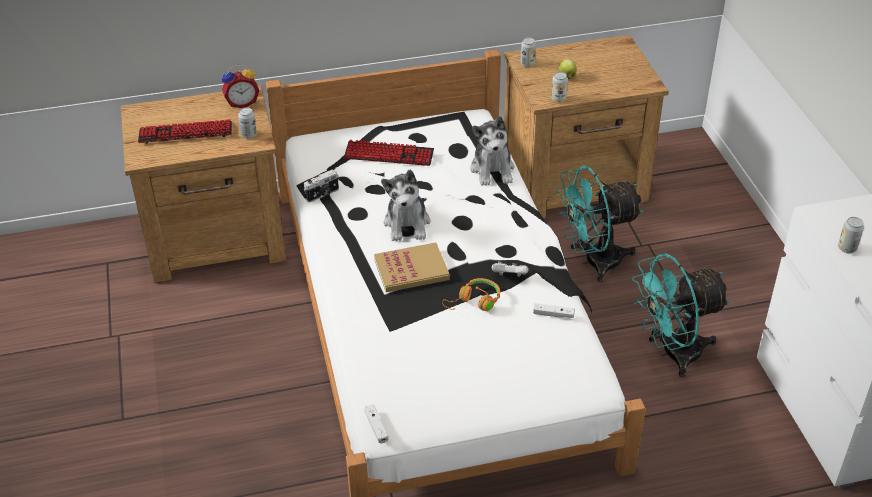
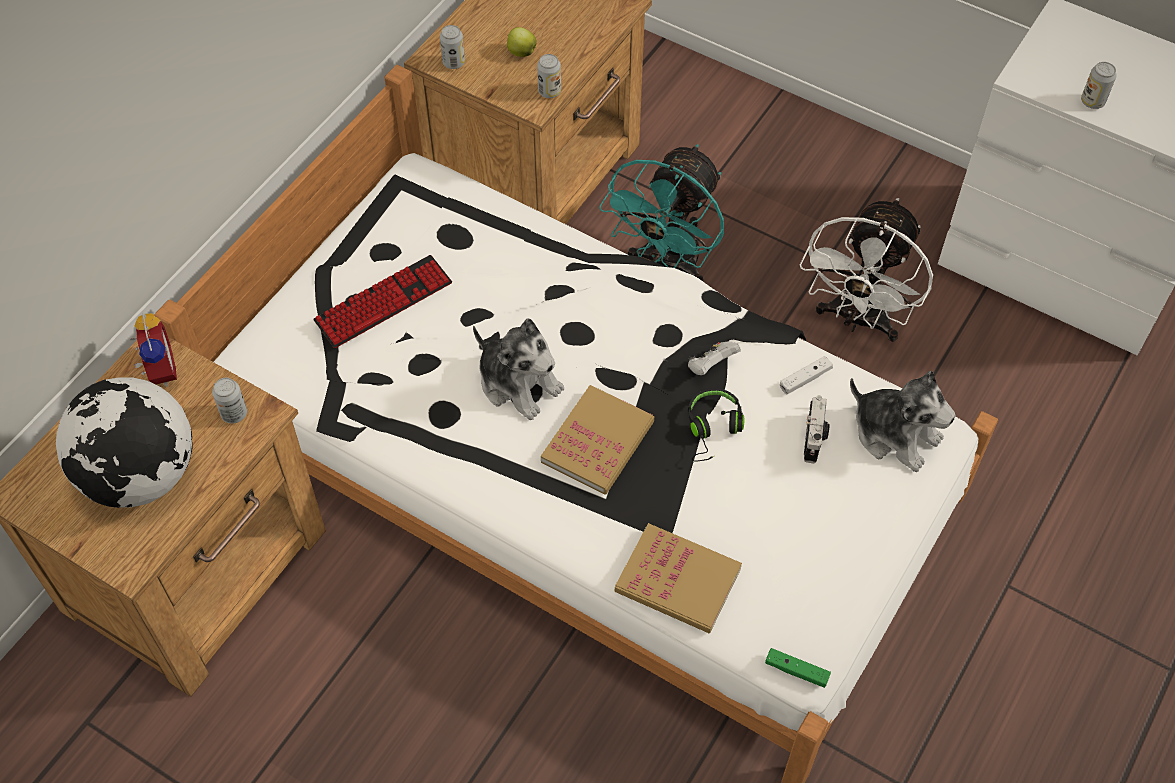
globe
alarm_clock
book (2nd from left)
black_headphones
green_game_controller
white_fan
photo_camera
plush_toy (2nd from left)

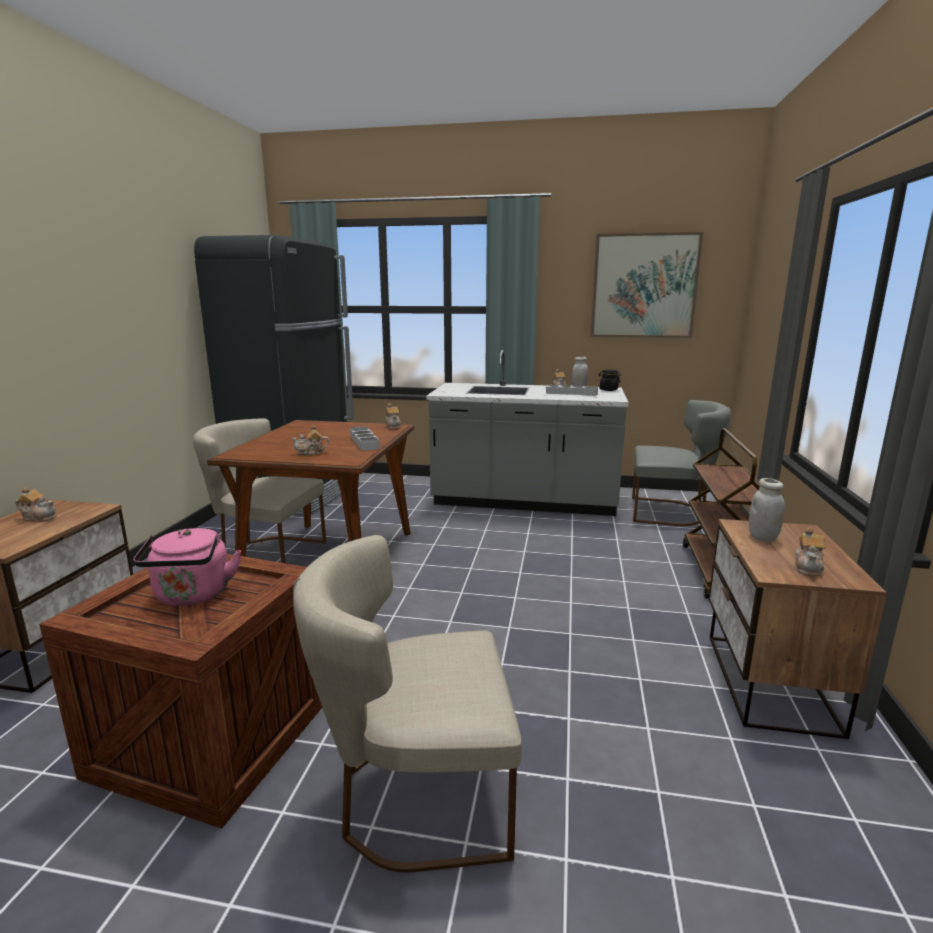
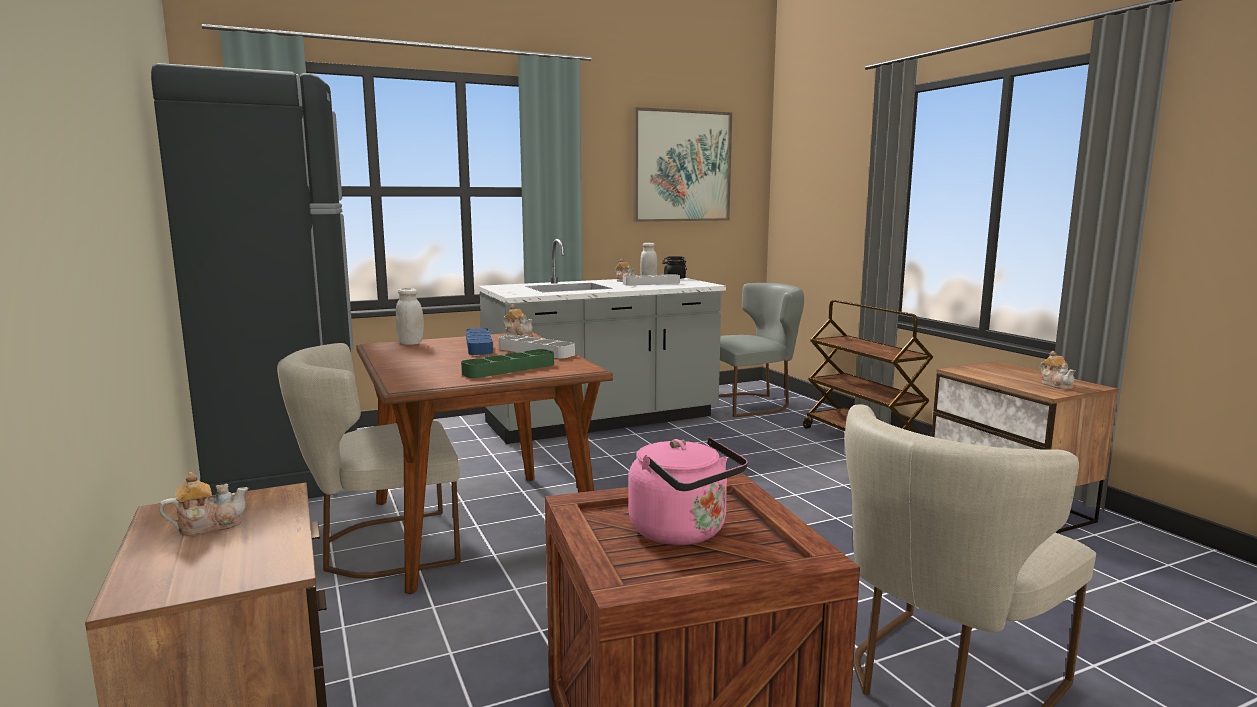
white_jar (1st from left)
green_tray
blue_tray

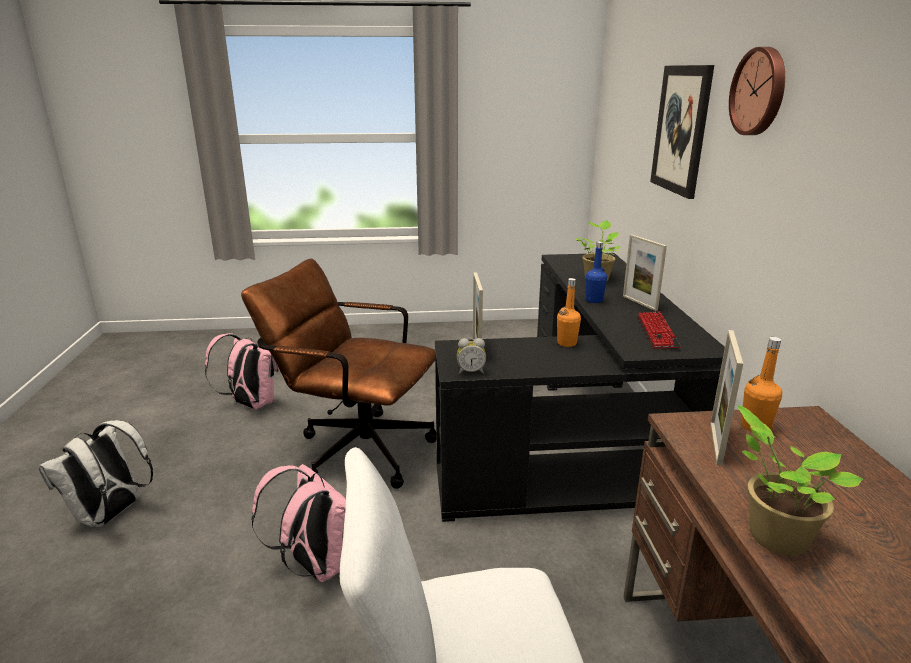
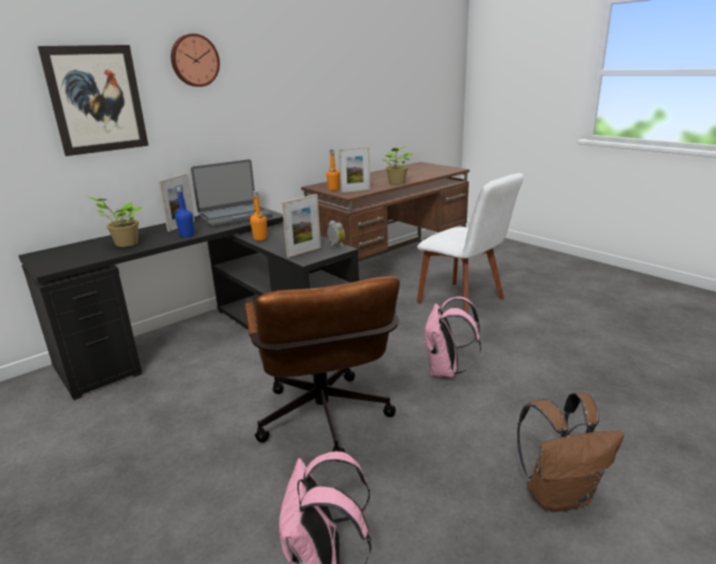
laptop
brown_backpack

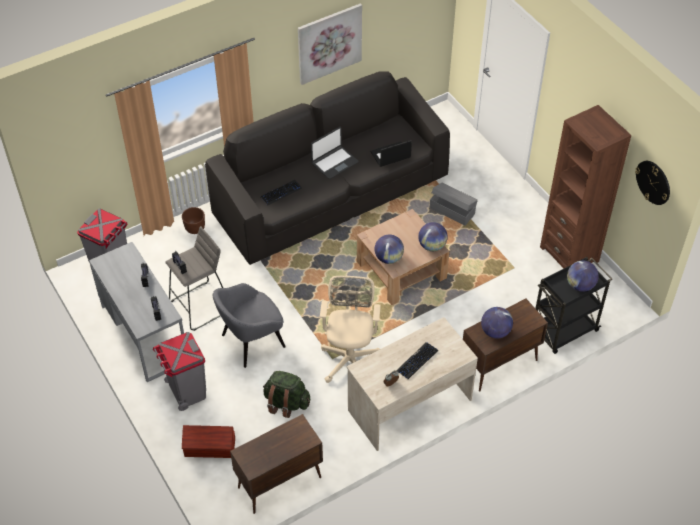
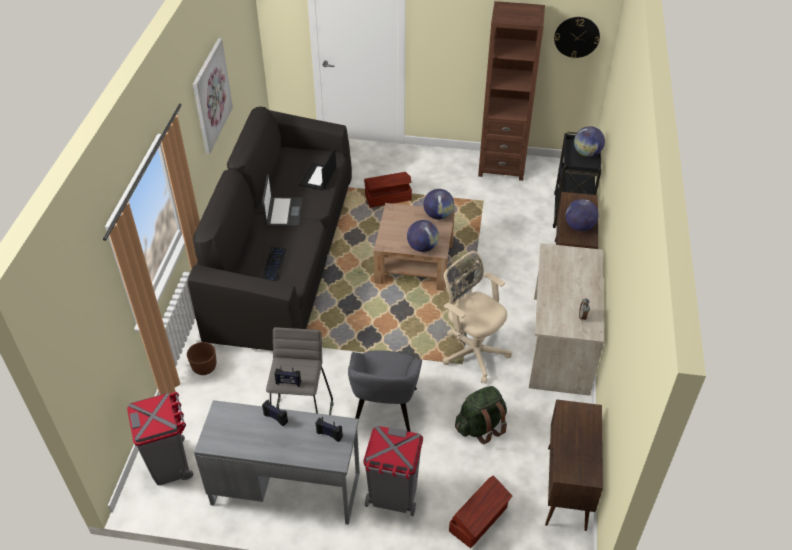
brown_storage_box (1st from left)
keyboard (2nd from left in the first image)

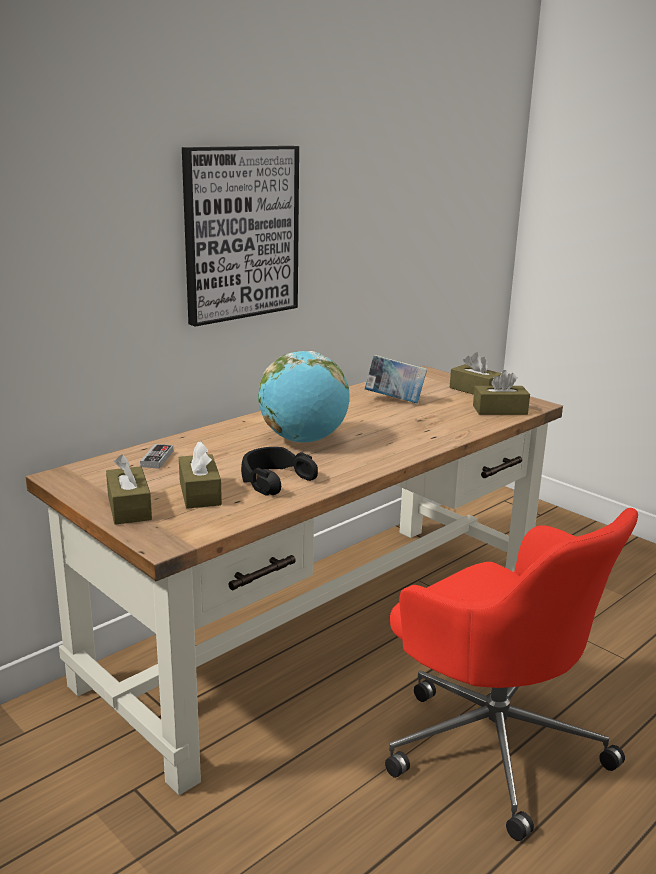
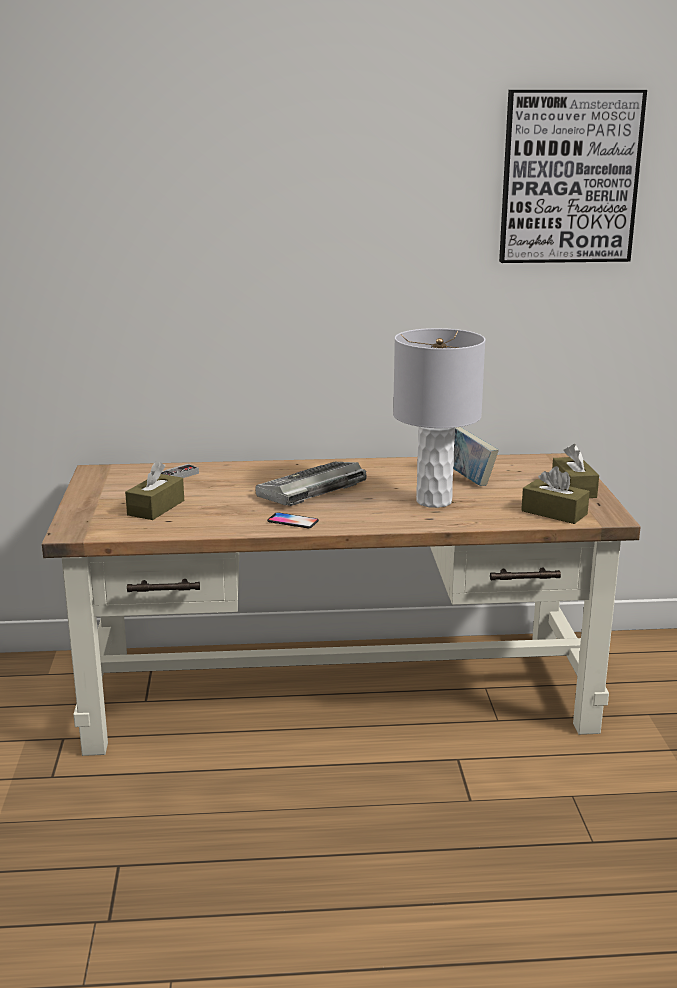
keyboard
phone
grey_table_lamp
picture
brown_tissue_box (1st from left in the first image)
black_headphones
red_office_chair

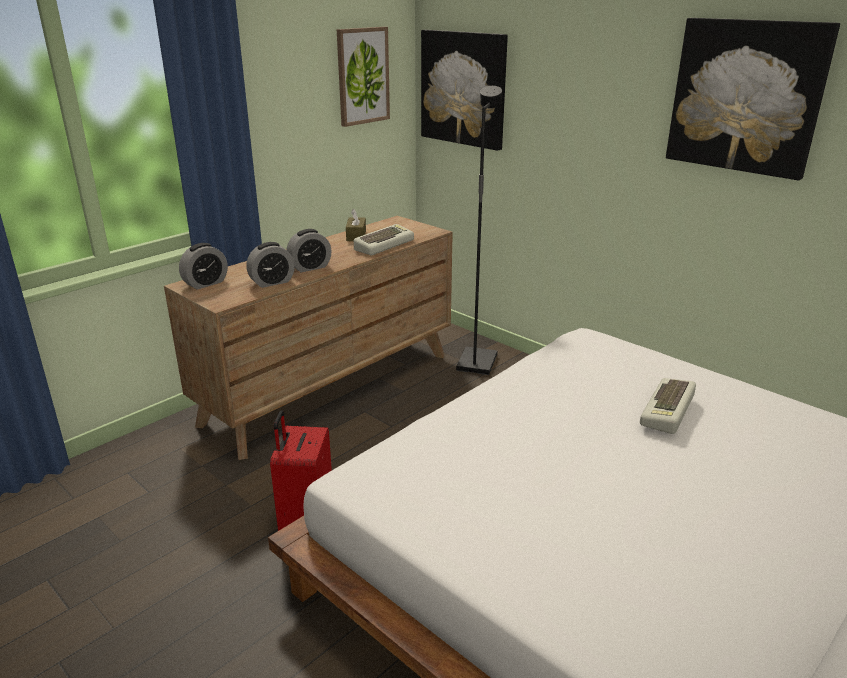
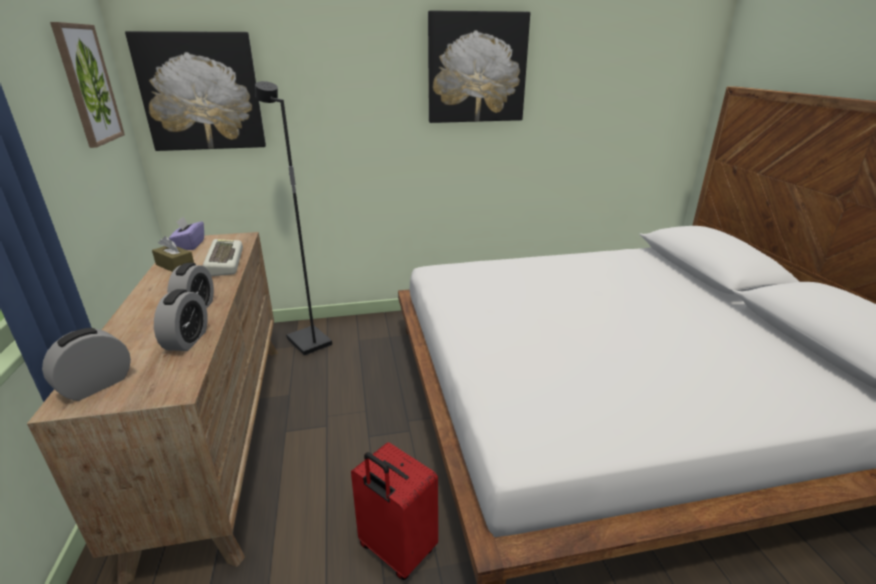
alarm_clock (1st from left)
purple_tissue_box
keyboard (2nd from left in the first image)

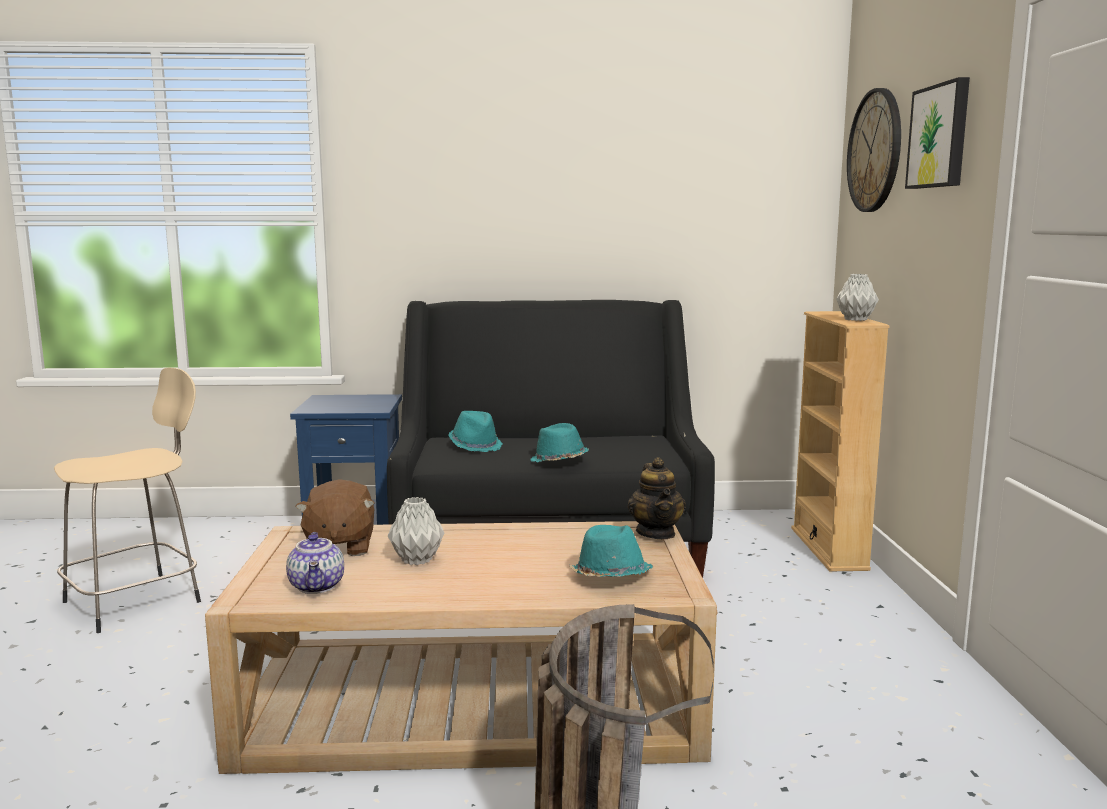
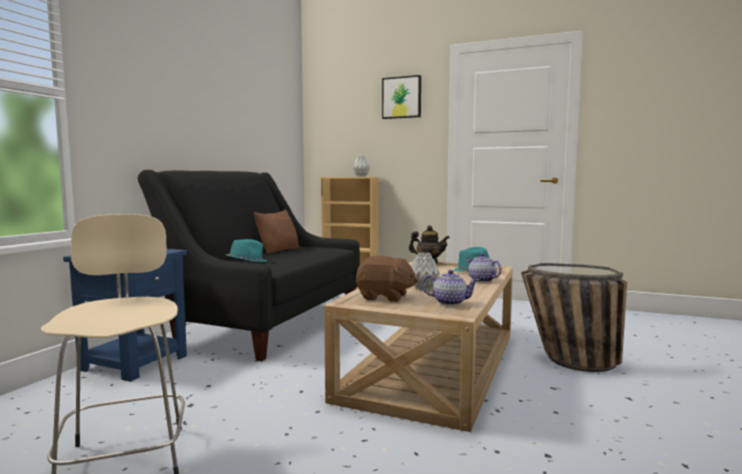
brown_pillow
teapot (3rd from left)
turquoise_hat (2nd from left in the first image)
wall_clock

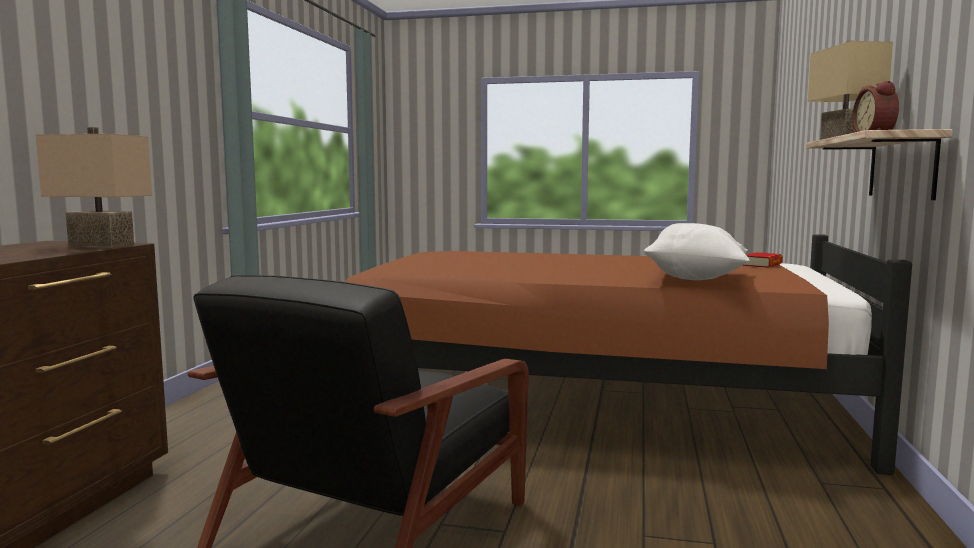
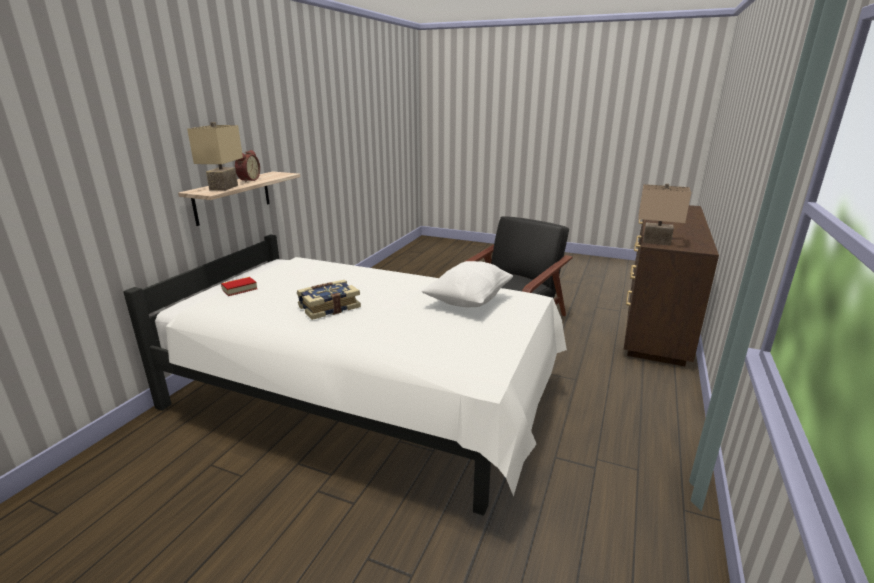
white_bed
book (2nd from left)
white_pillow

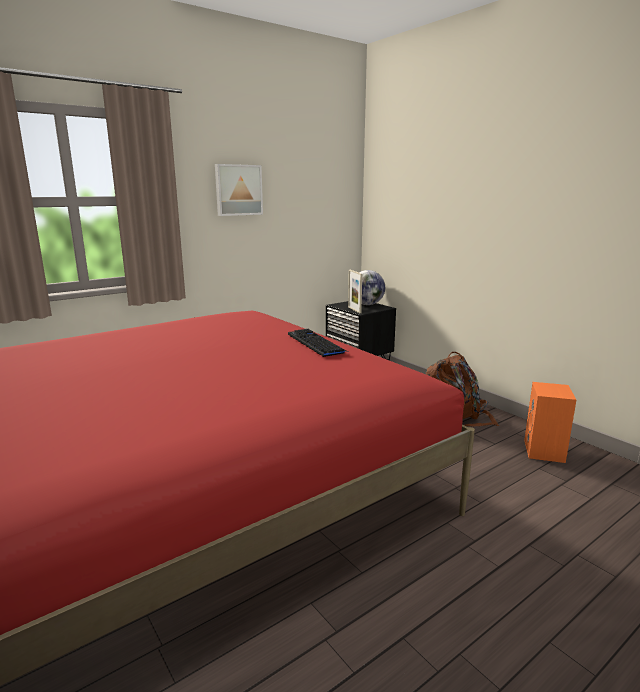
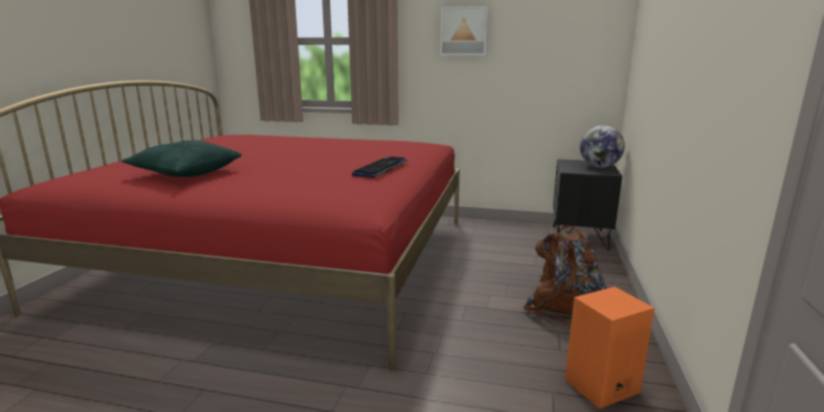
green_pillow
picture_frame

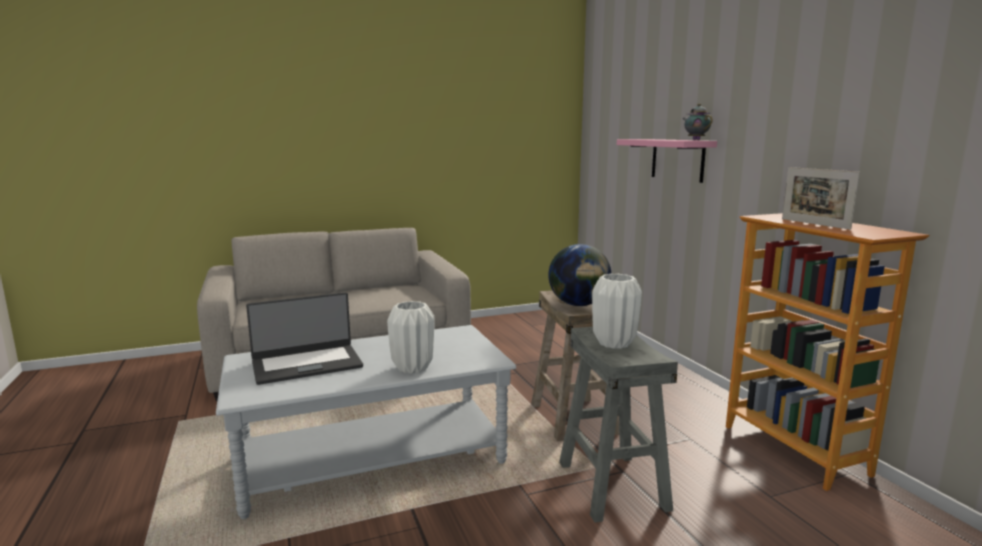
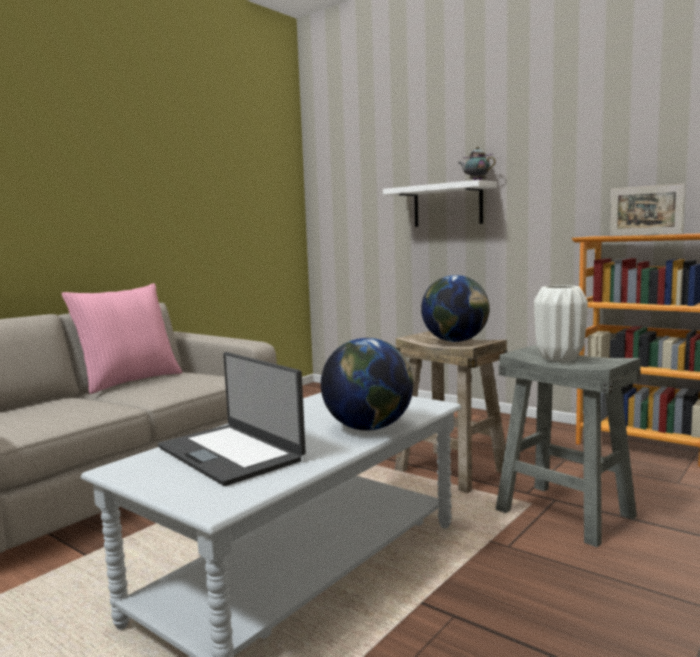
pink_pillow
laptop
globe (1st from left)
white_shelf

